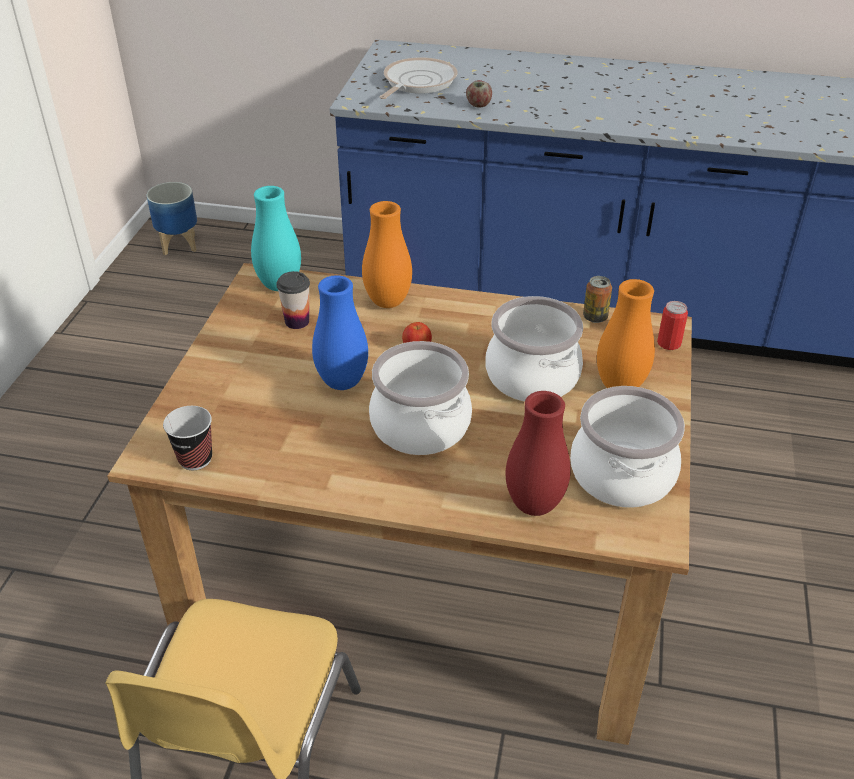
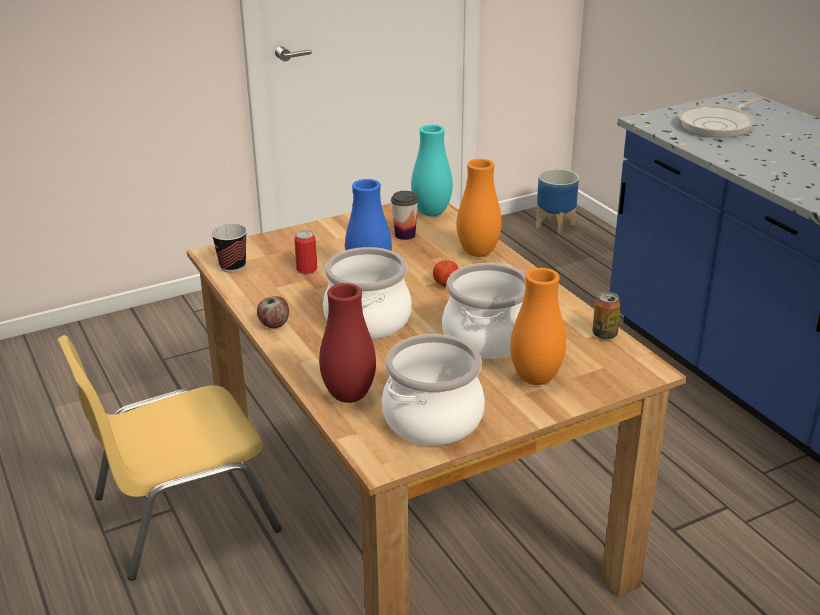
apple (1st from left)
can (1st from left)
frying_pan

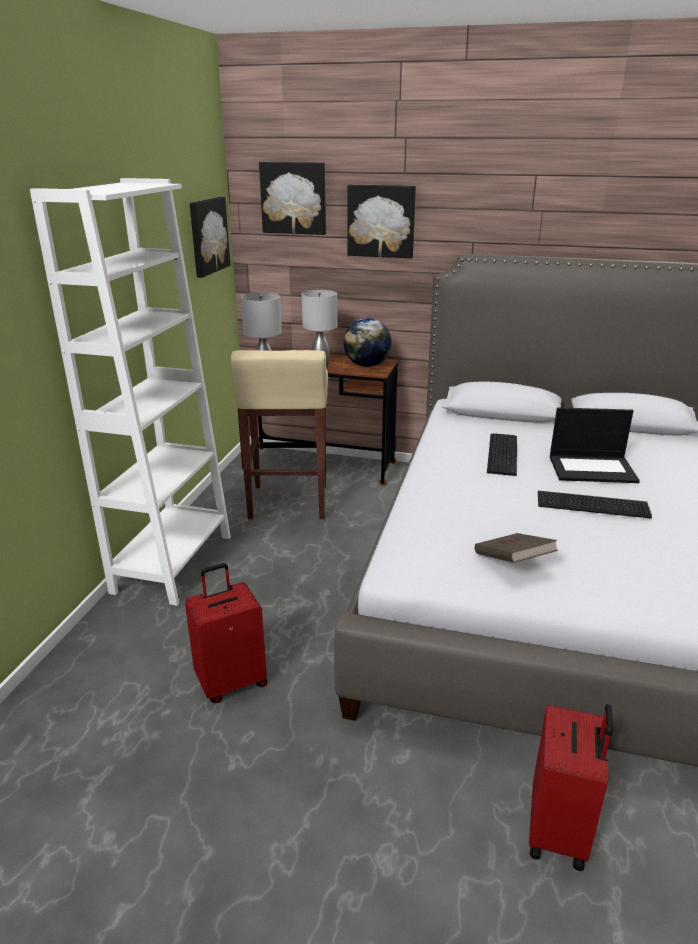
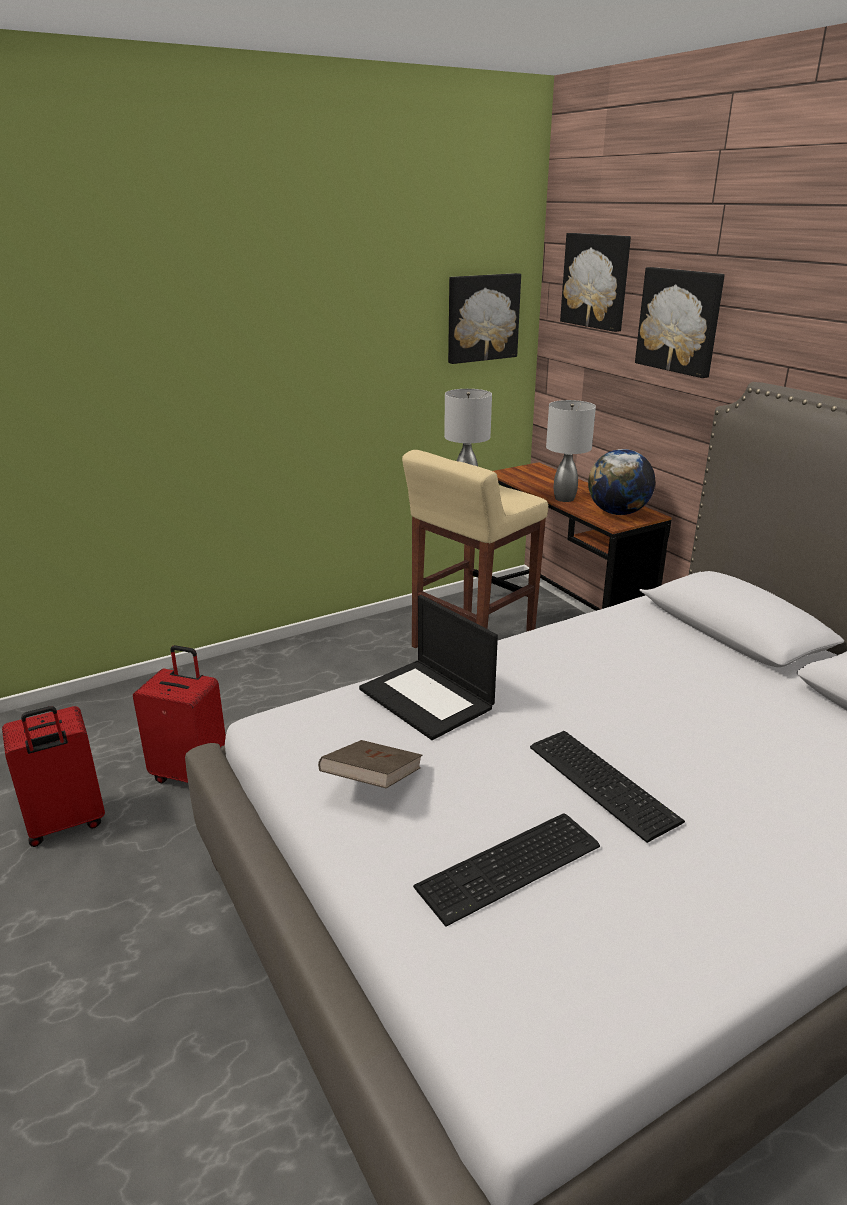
red_suitcase (1st from left)
laptop
keyboard (1st from left)
white_bookcase

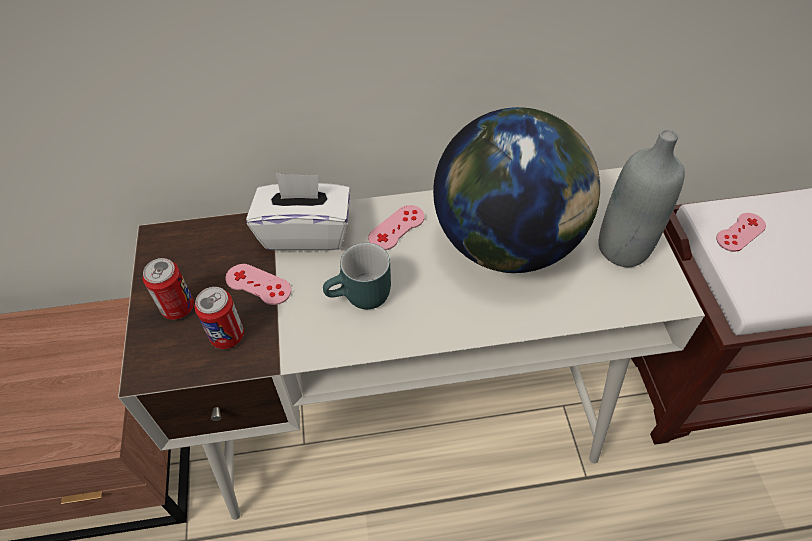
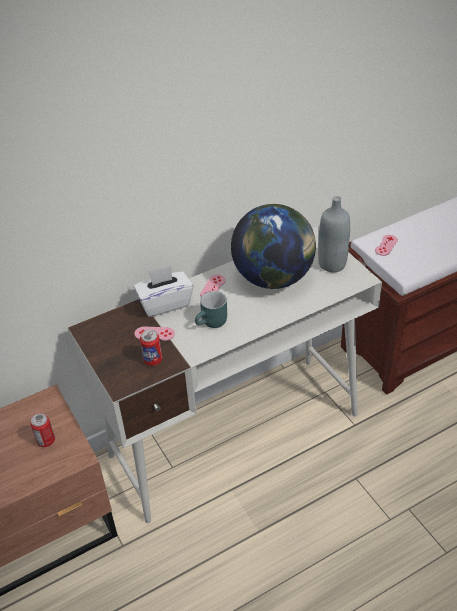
can (1st from left)

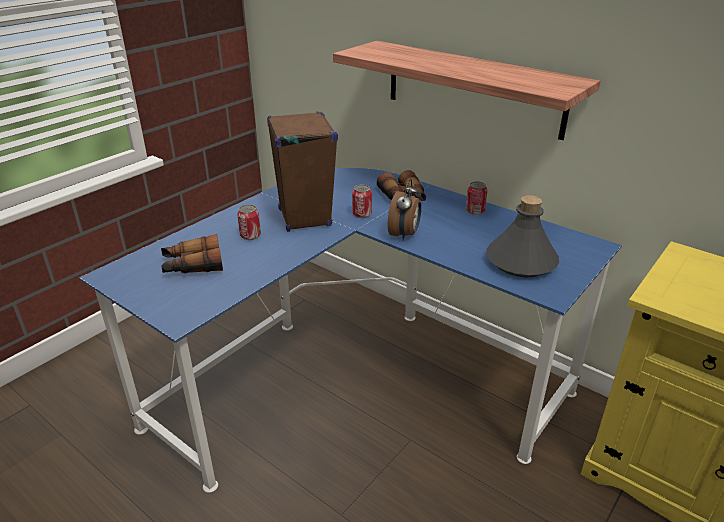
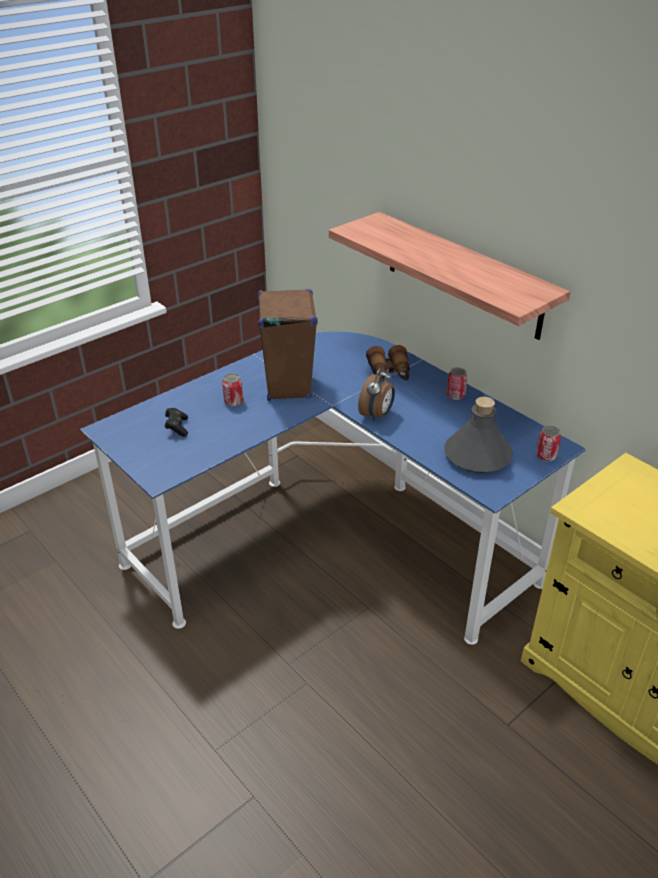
black_game_controller
can (3rd from left)

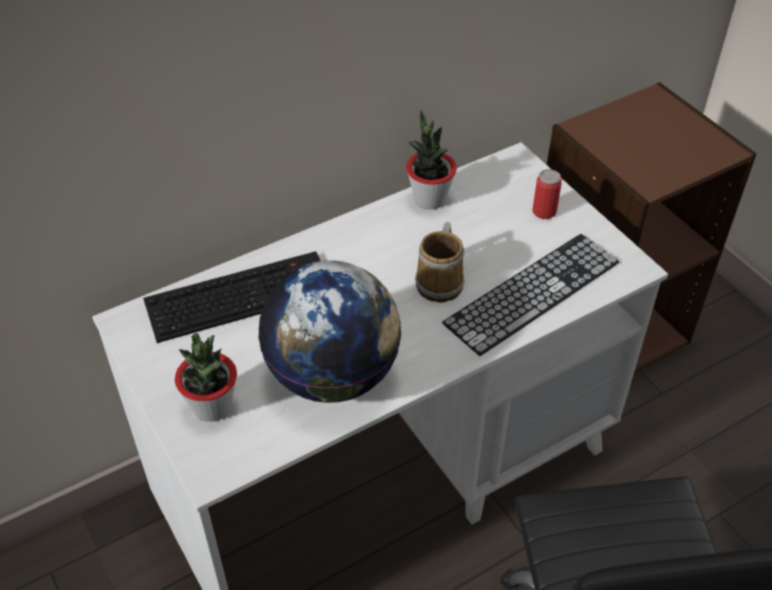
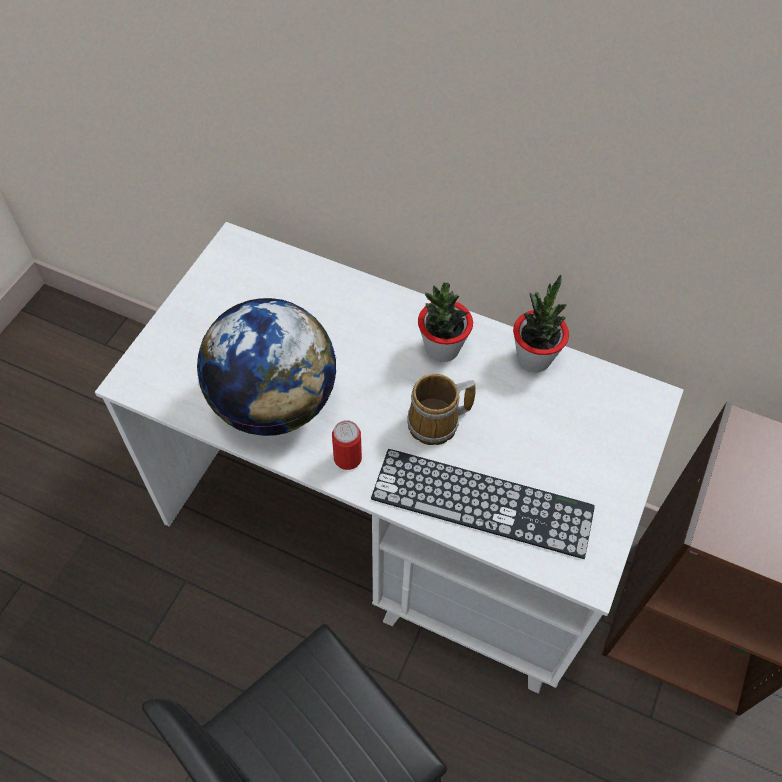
can
potted_plant (1st from left)
keyboard (1st from left in the first image)

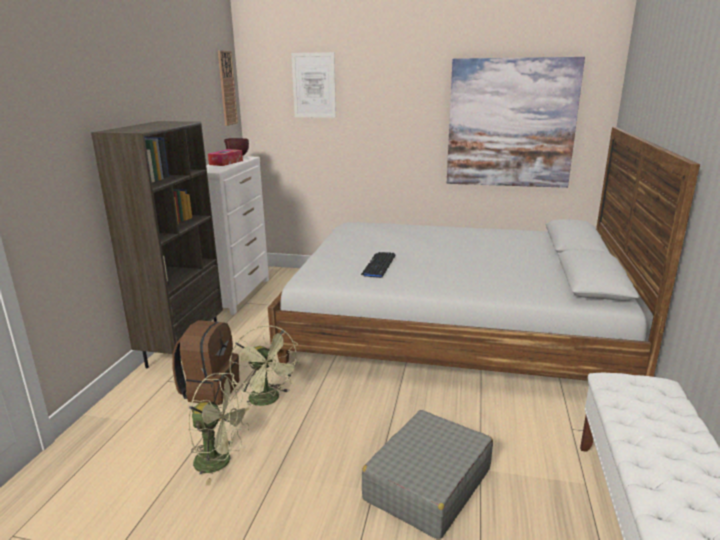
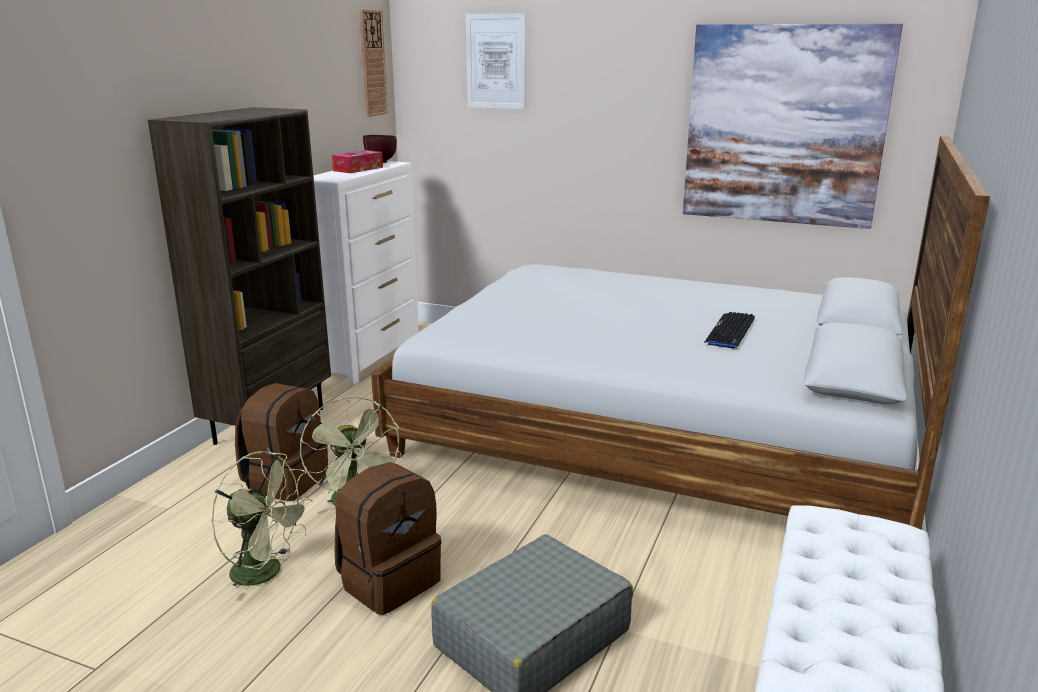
brown_backpack (2nd from left)
keyboard

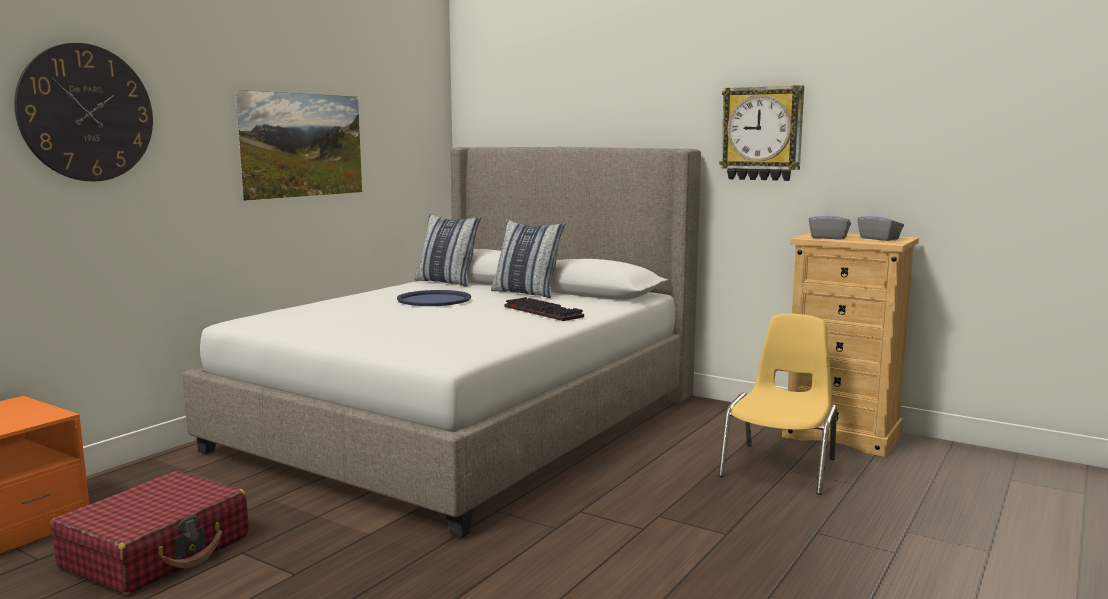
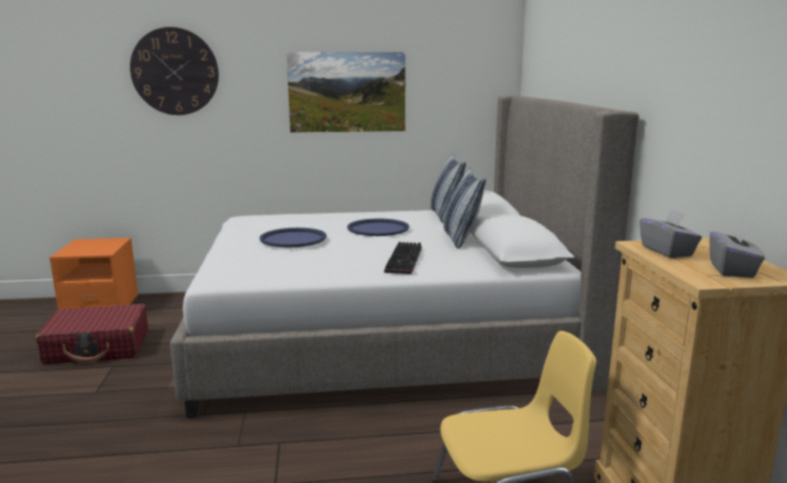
blue_tray (1st from left)
wall_clock (2nd from left in the first image)

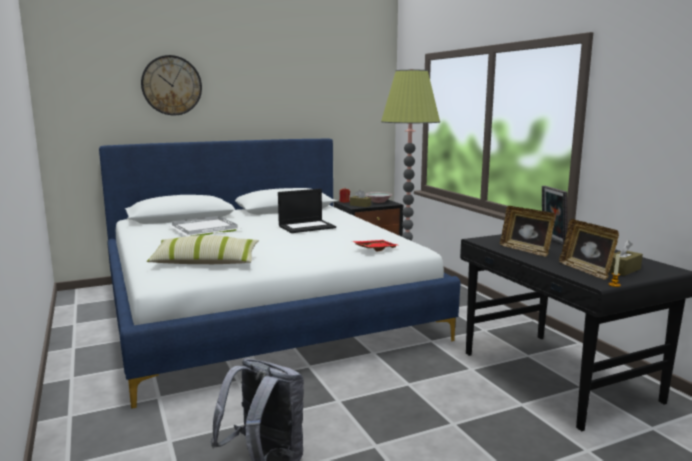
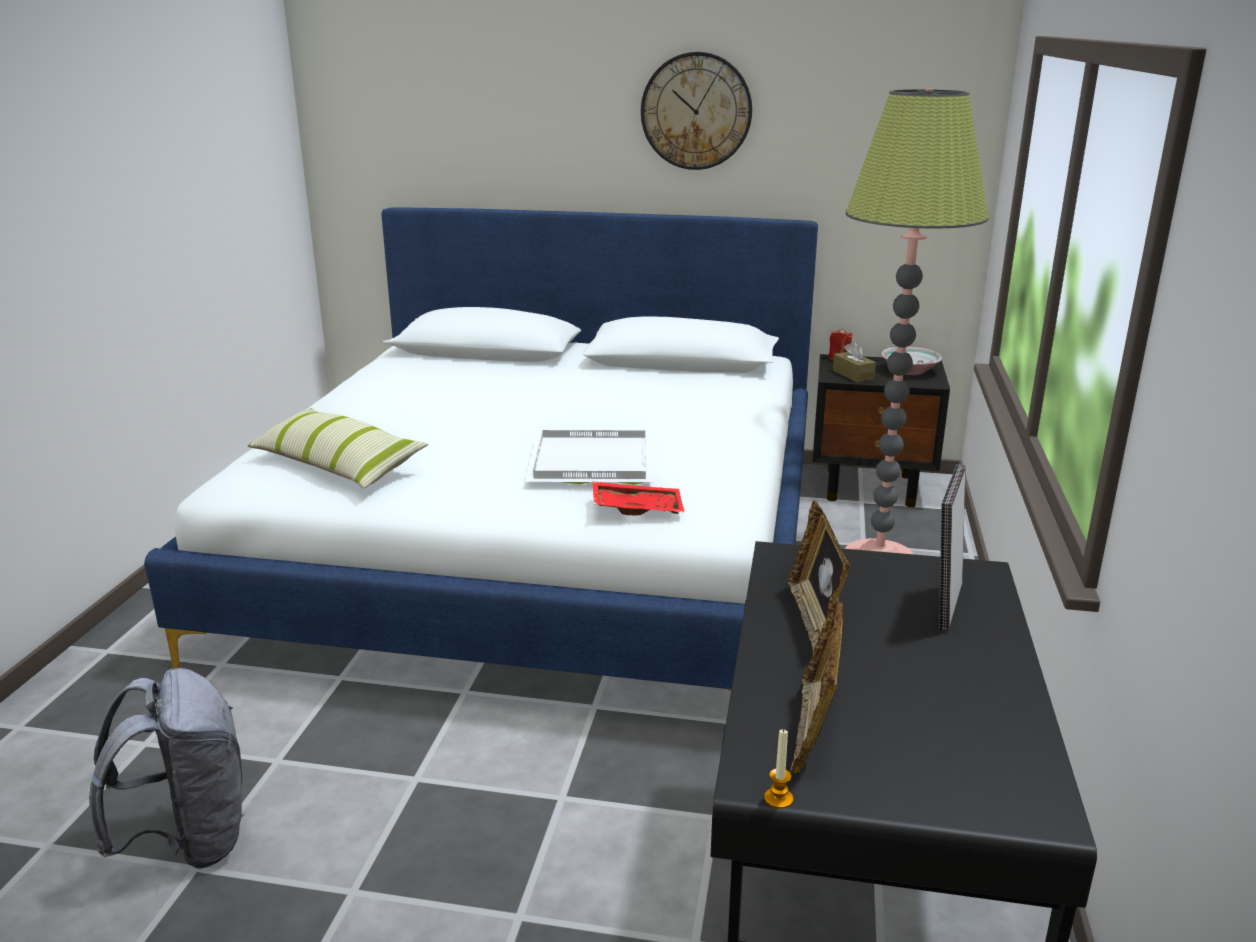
white_tray
wall_clock
laptop
brown_tissue_box (2nd from left in the first image)

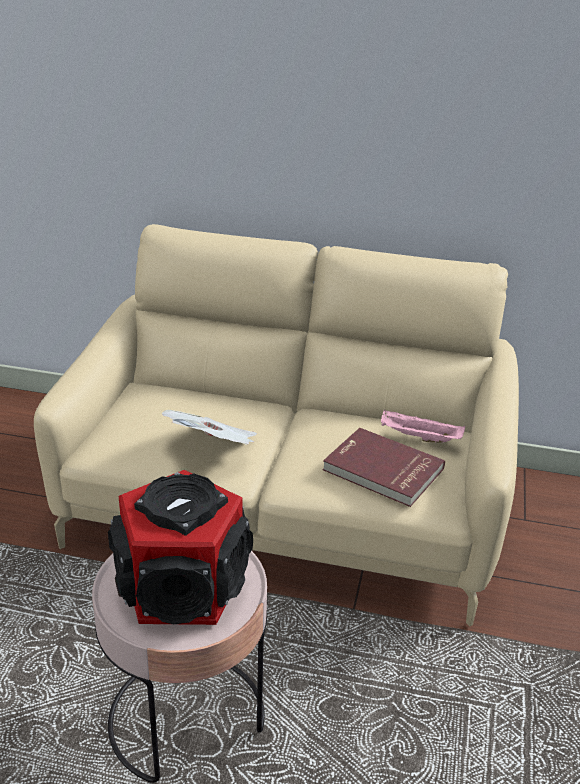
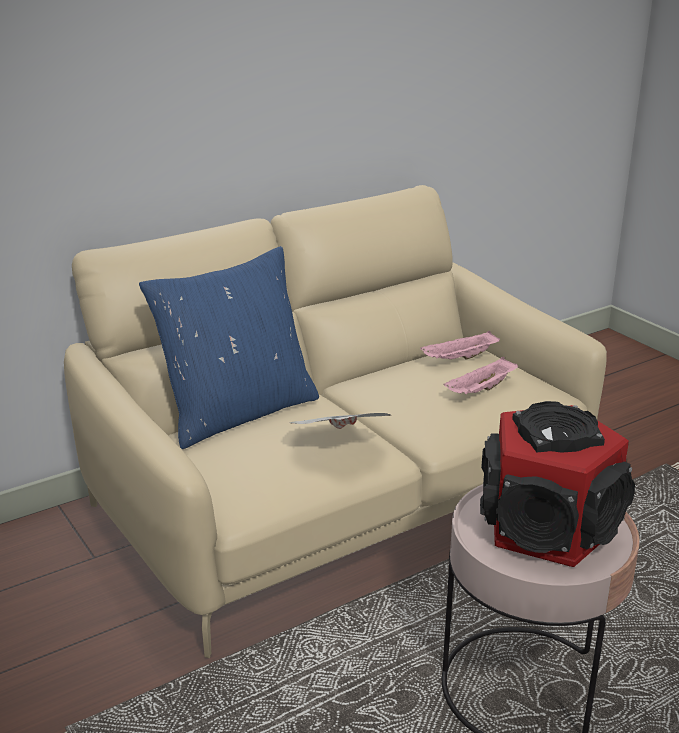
blue_pillow
pink_tray (2nd from left)

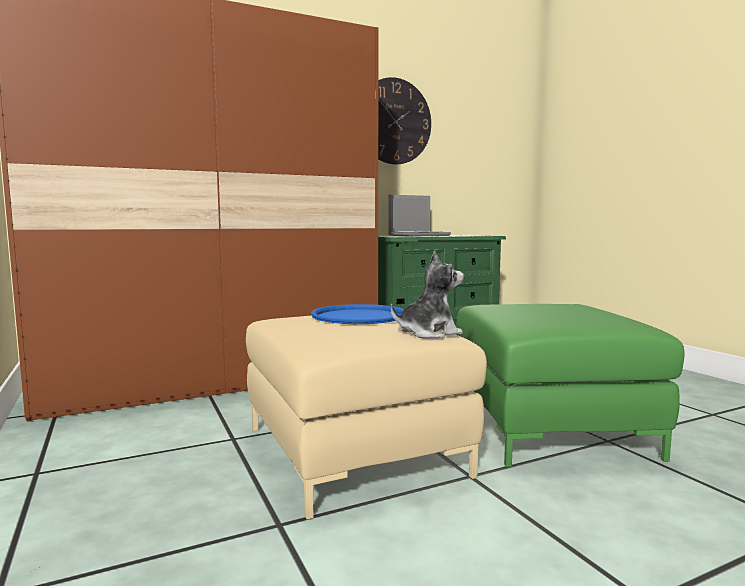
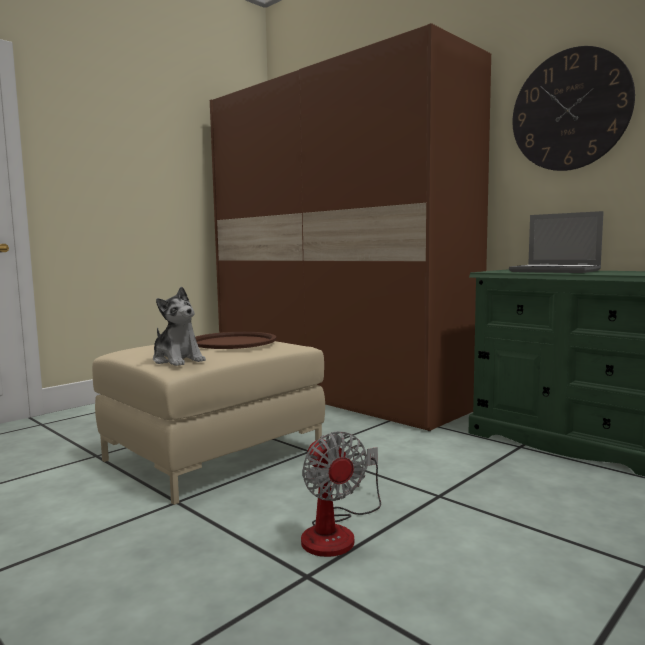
brown_tray
fan

